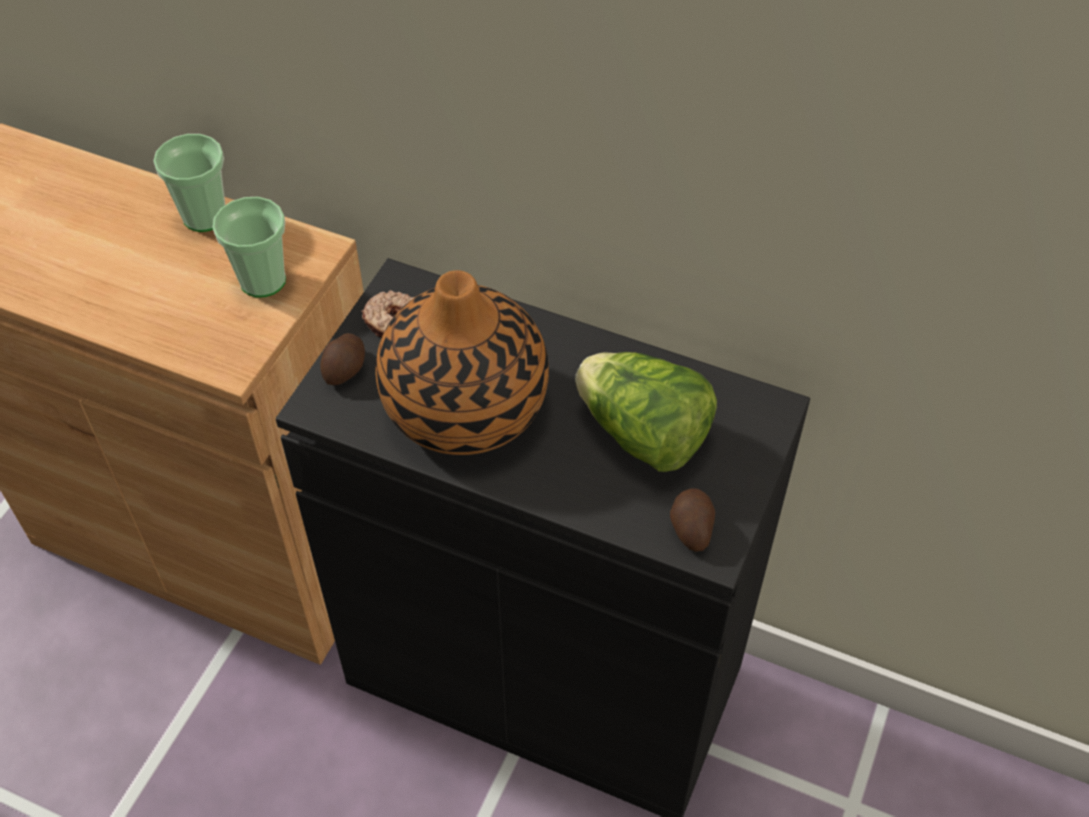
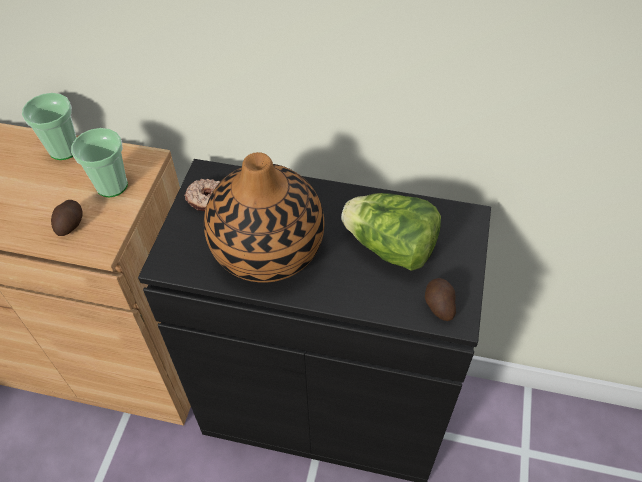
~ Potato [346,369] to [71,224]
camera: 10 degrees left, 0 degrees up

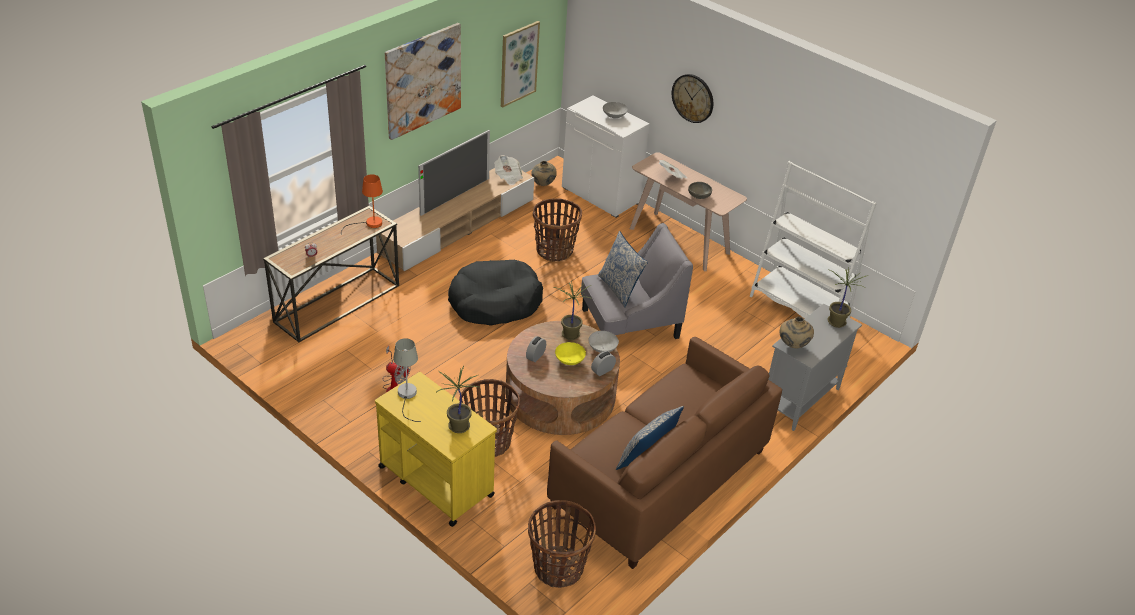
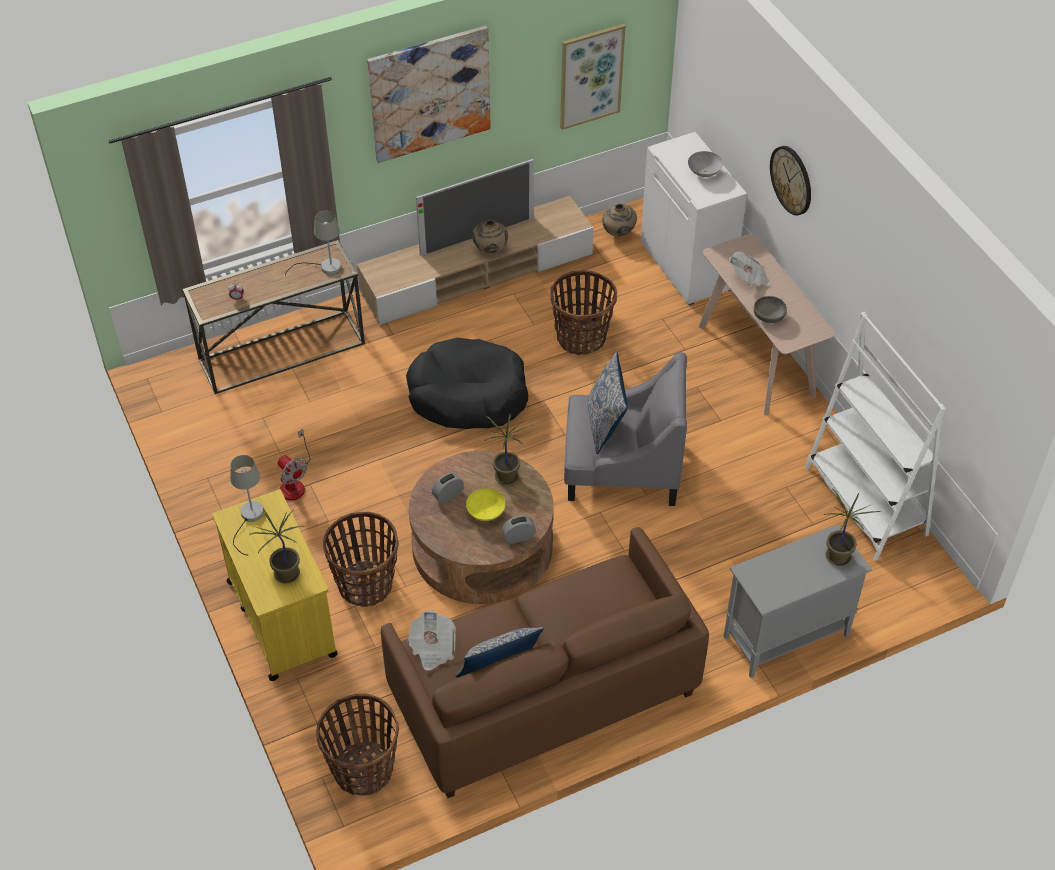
~ OrangeTableLamp [369,224] to GreyTableLamp [324,267]
~ Newspaper [508,177] to [432,648]
- GreyBowl [602,349]
~ BeigeVase [792,346] to [490,251]
camera: 25 degrees right, 10 degrees up

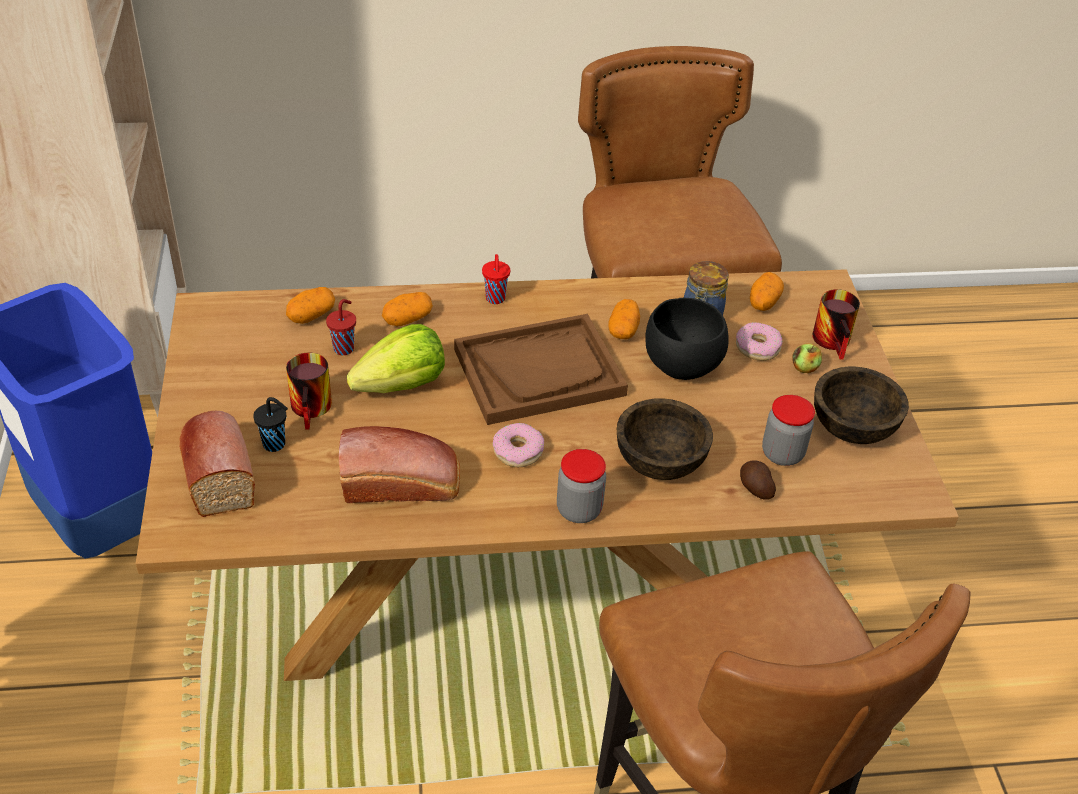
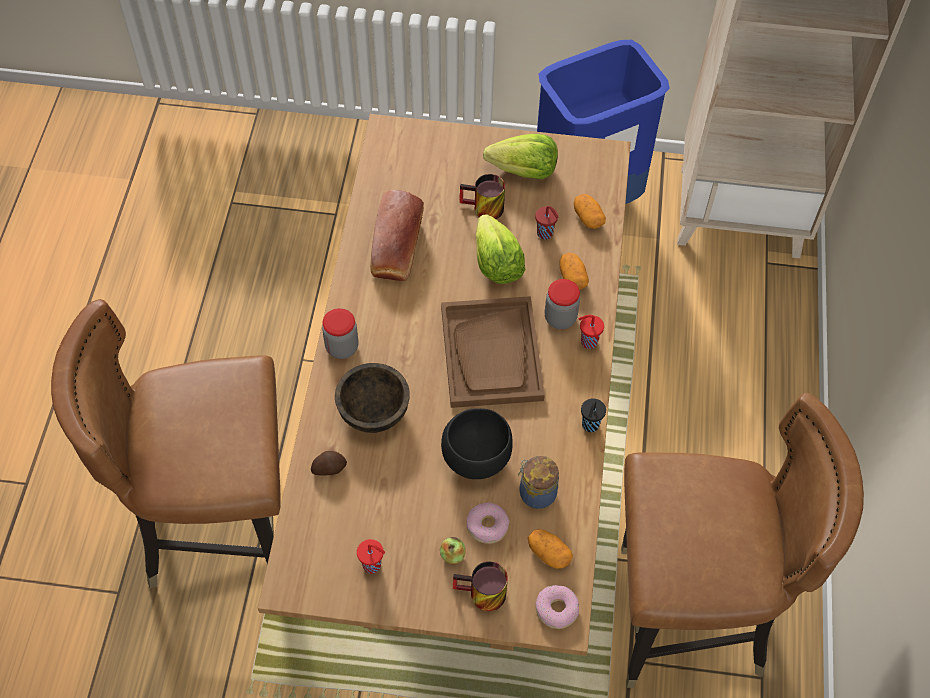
- Bread [218,473]
~ BlackCup [275,444] to [590,426]
~ Donut [518,451] to [556,609]
- Potato [623,330]
~ Jar [782,454] to [560,318]
~ BrownBowl [852,427] to RedCup [373,565]
+ Lettuce [523,171]
camera: 105 degrees right, 15 degrees up

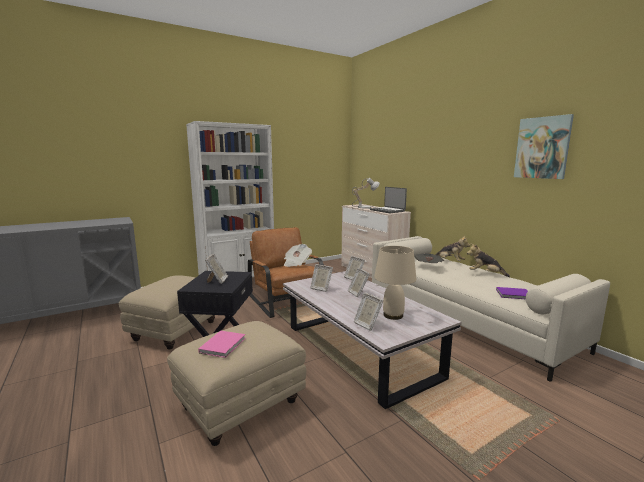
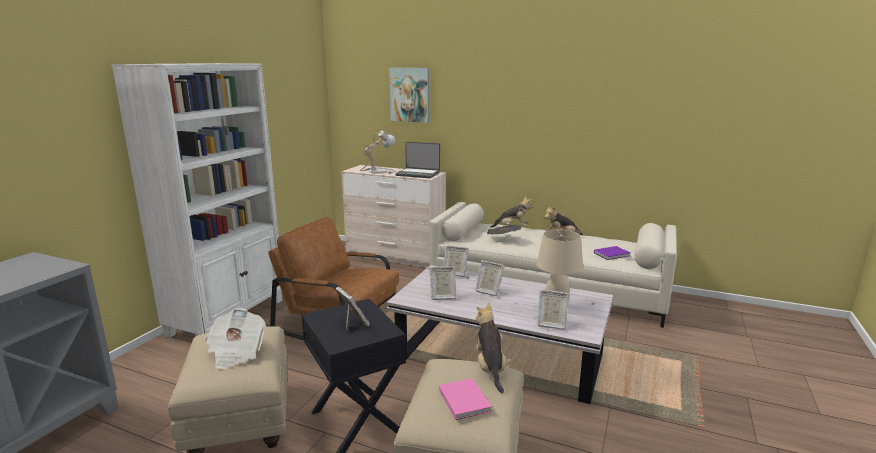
~ Newspaper [296,263] to [236,352]
~ Picture [542,148] to [410,95]
+ PlushToy [490,368]
camera: 35 degrees left, 5 degrees up

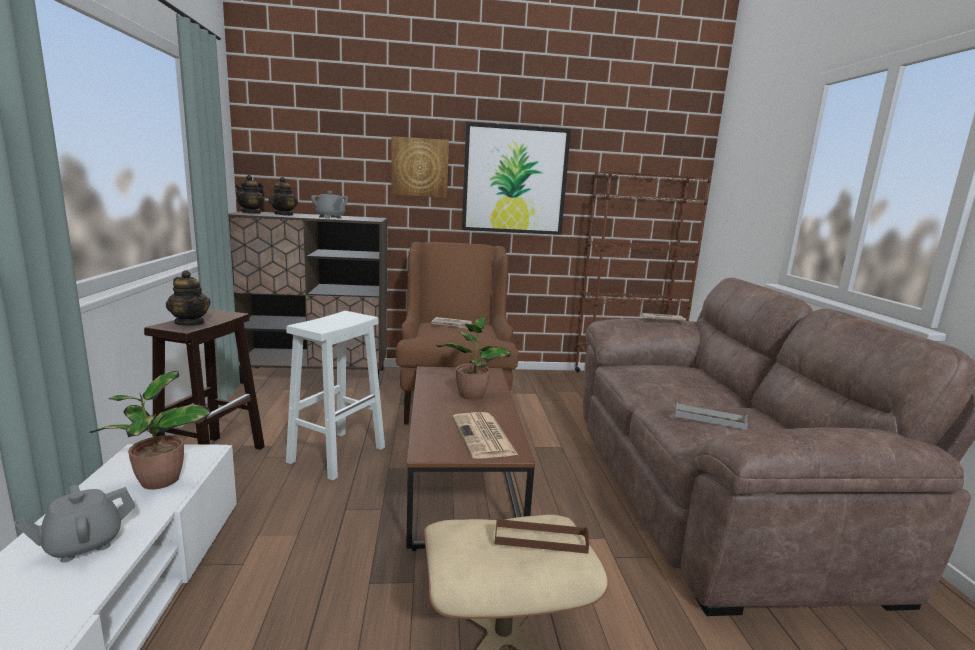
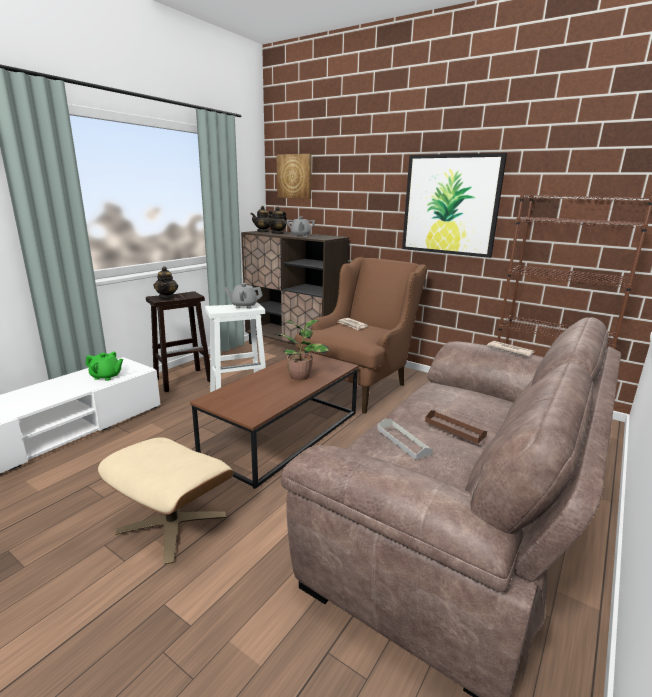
~ GreyTeapot [83,544] to [244,306]
~ PottedPlant [158,481] to GreenTeapot [106,376]
~ Picture [420,167] to [294,176]
- Newspaper [484,436]
~ BrownTray [540,539] to [454,429]
camera: 40 degrees right, 5 degrees up

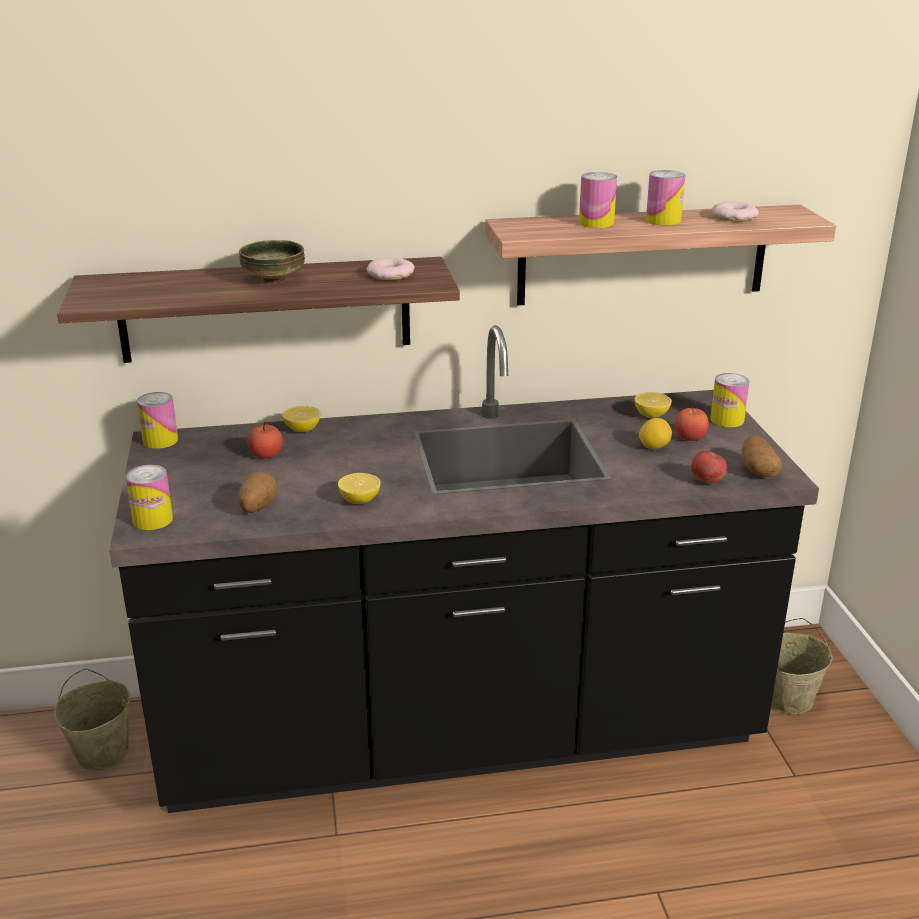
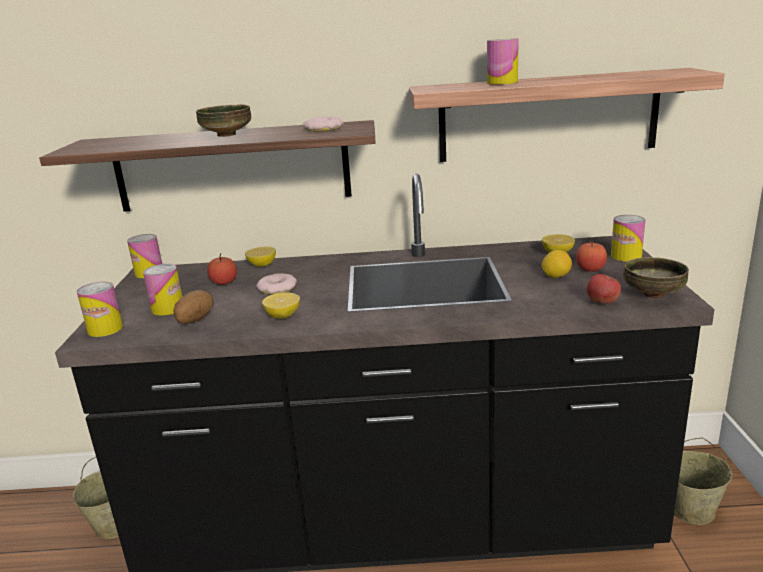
~ Can [663,220] to [168,308]
~ Donut [734,217] to [277,288]
~ Potato [757,470] to Bowl [652,294]
camera: 10 degrees right, 5 degrees down

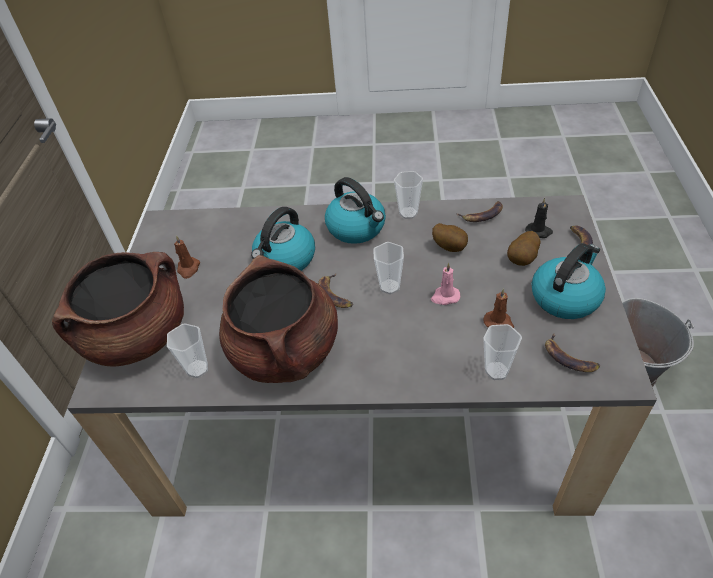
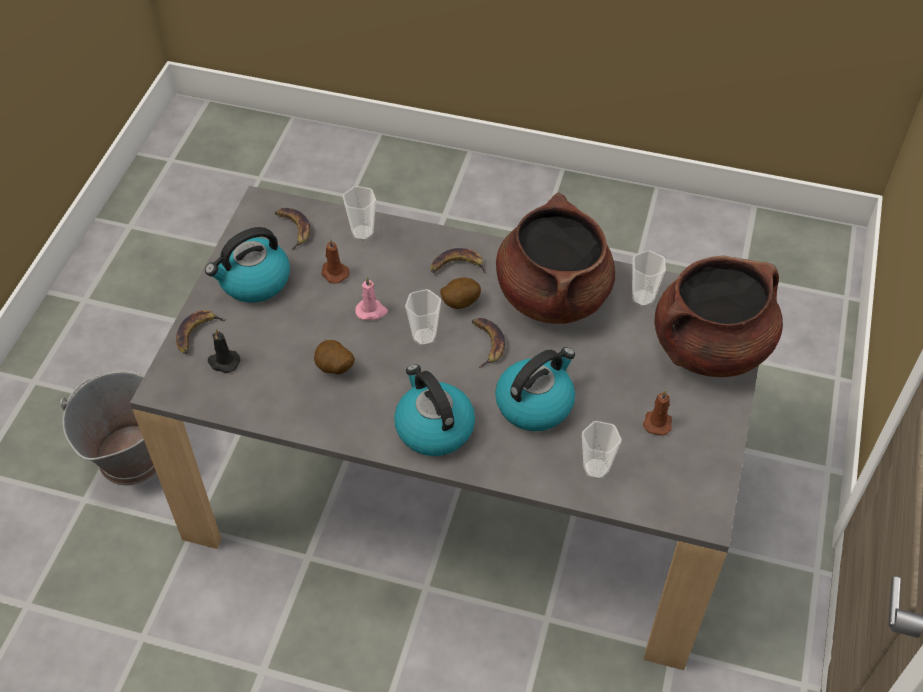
~ Cup [408,213] to [596,469]
~ Banana [482,215] to [457,266]
~ Potato [522,260] to [459,303]
camera: 170 degrees left, 5 degrees up

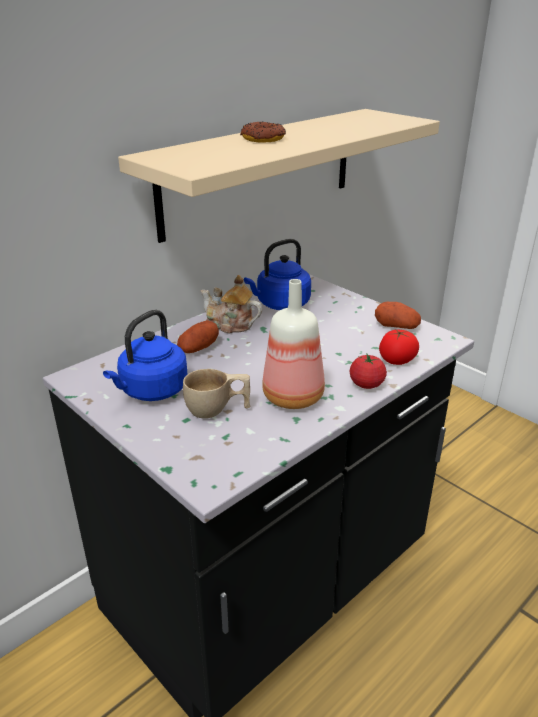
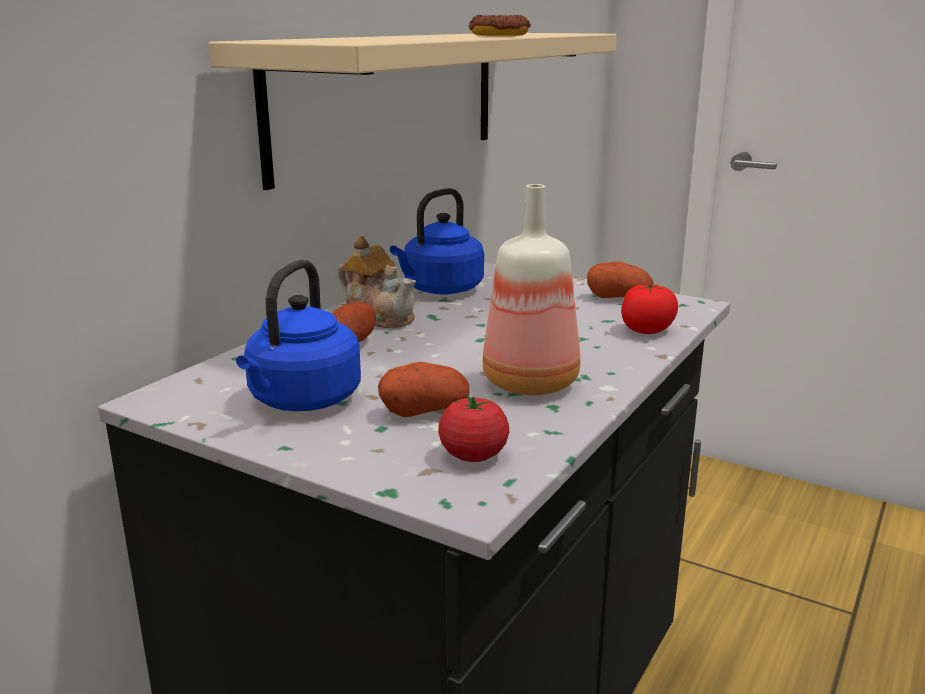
~ BeigeCup [217,410] to Potato [425,411]
~ Teapot [230,324] = [379,316] 150 degrees counterclockwise
~ Donut [263,139] to [499,35]
~ Tomato [366,384] to [473,455]
camera: 15 degrees left, 10 degrees down

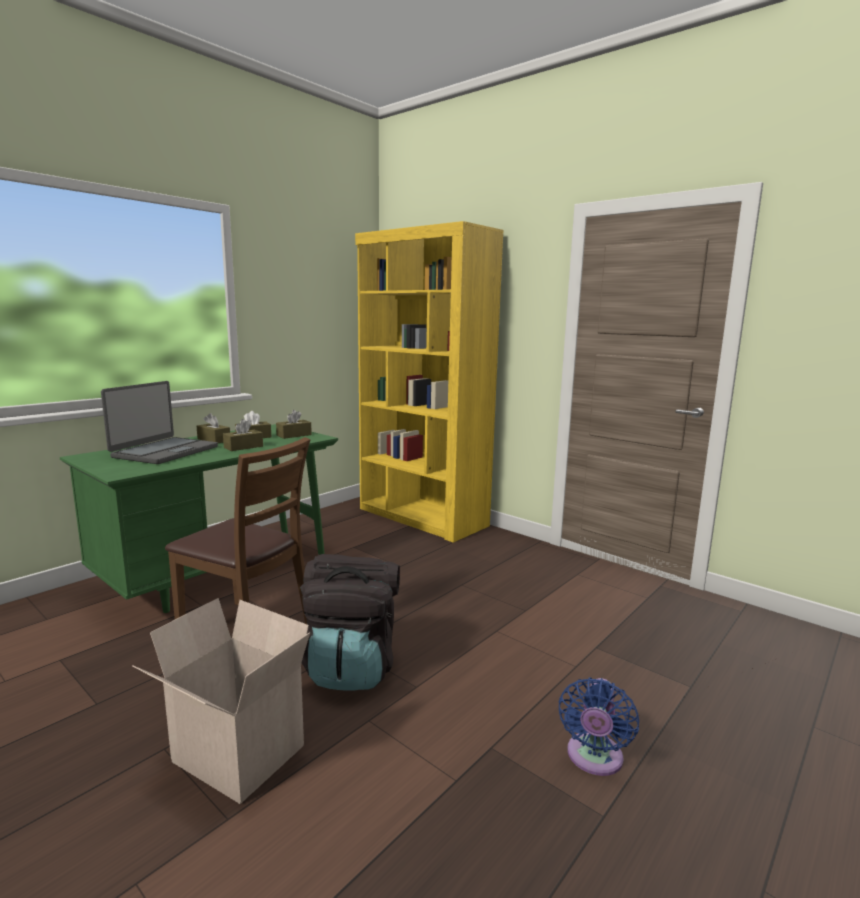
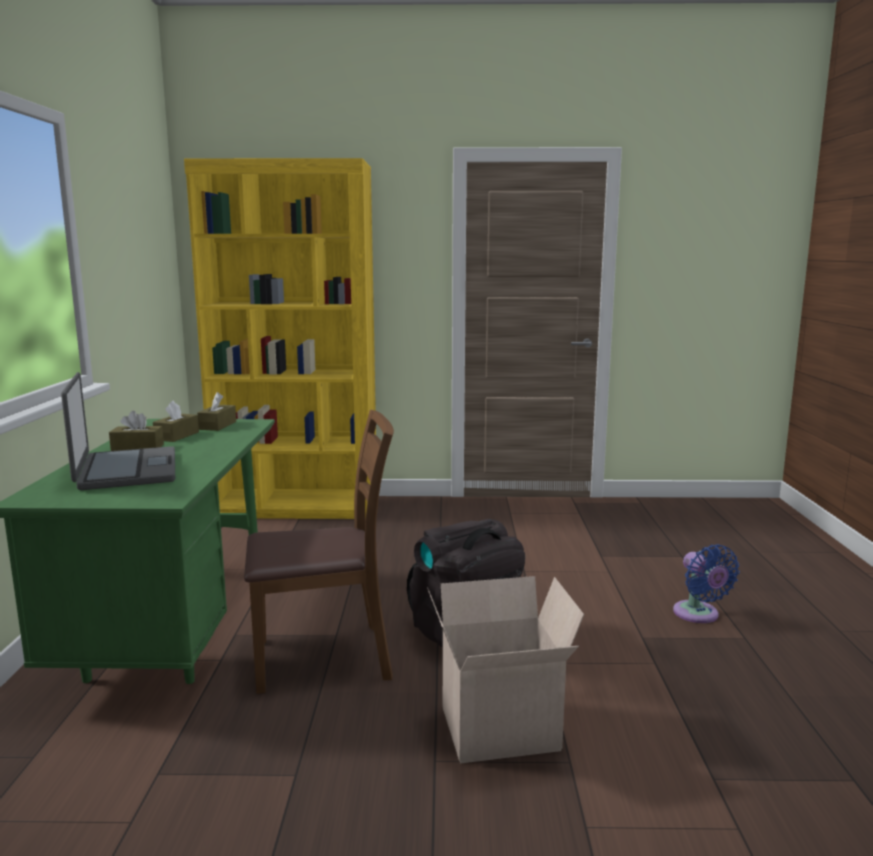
- BrownTissueBox [243,447]
camera: 40 degrees left, 0 degrees up

